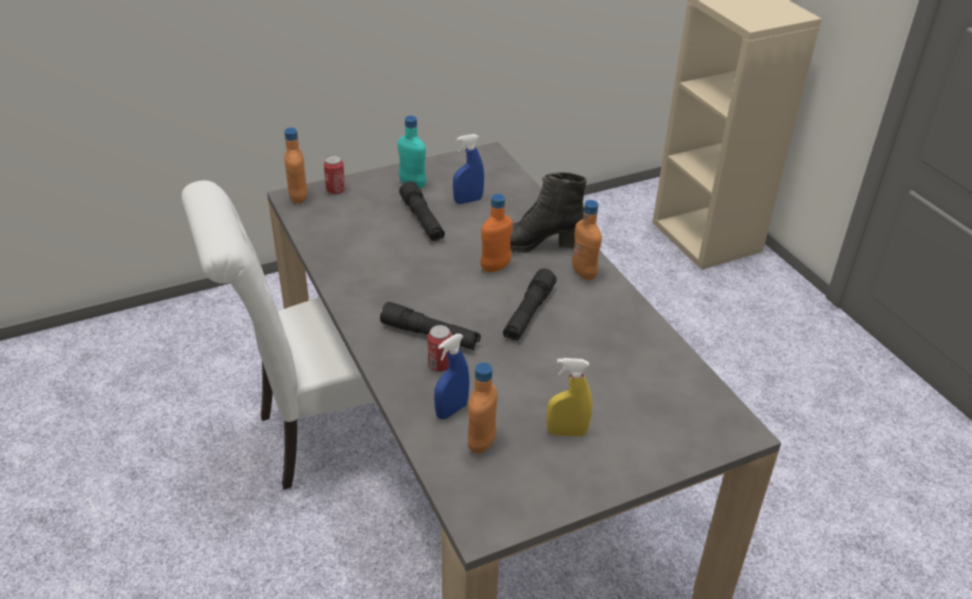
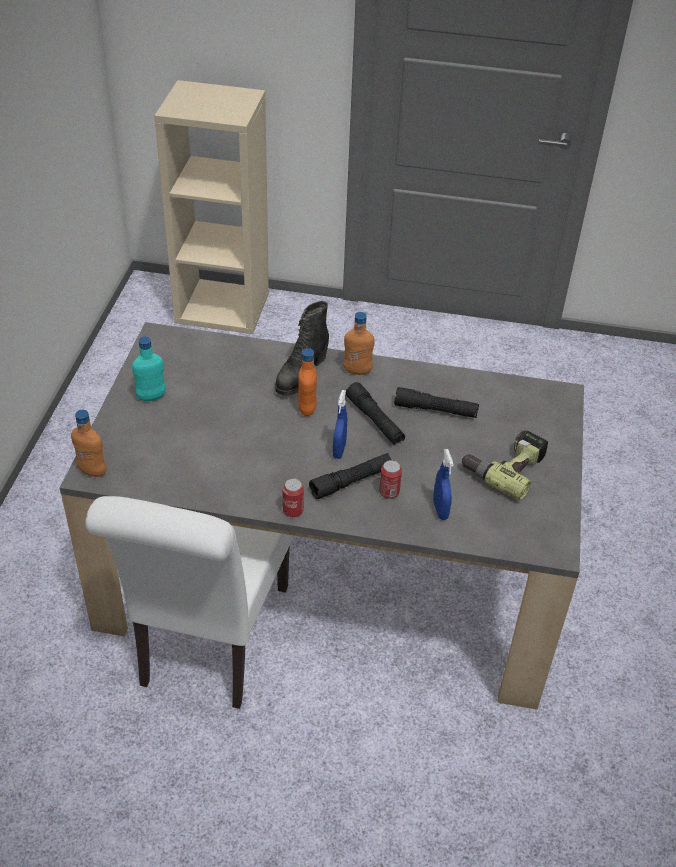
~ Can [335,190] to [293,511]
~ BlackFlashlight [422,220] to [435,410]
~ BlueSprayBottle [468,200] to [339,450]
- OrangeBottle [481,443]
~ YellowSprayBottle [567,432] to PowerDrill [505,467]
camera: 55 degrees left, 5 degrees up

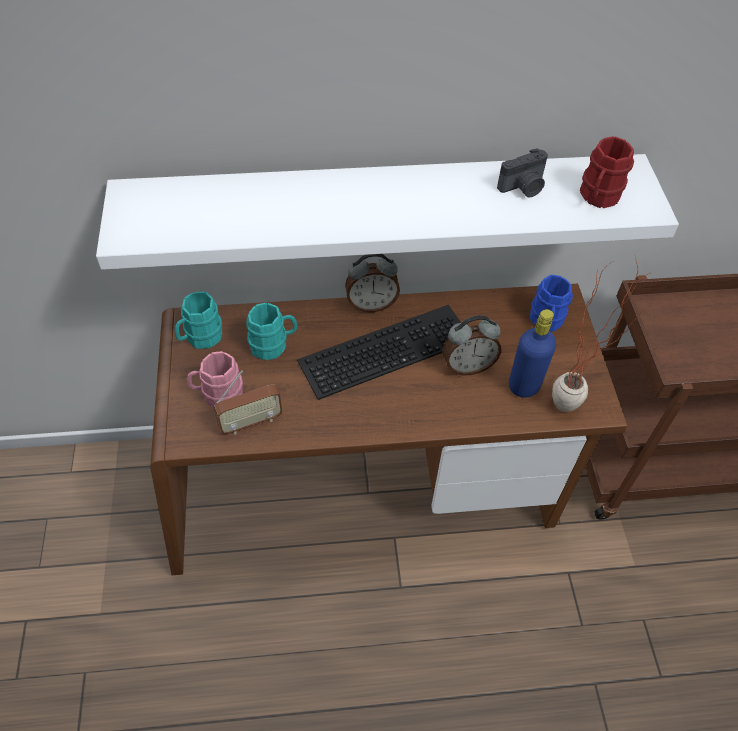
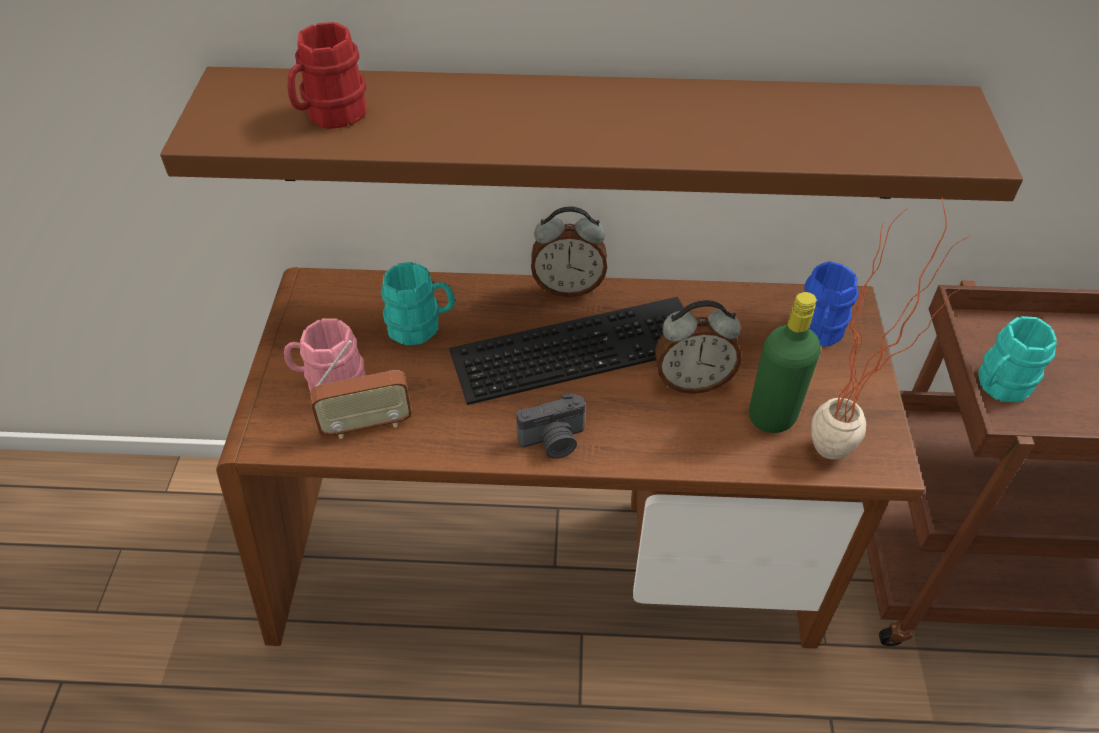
~ WhiteShelf [381,202] to BrownShelf [586,134]
~ TurquoiseMug [200,337] to [999,386]
~ PhotoCamera [523,187] to [554,441]
~ BlueBottle [524,386] to GreenBottle [772,417]
~ RedMug [597,197] to [330,115]
camera: 10 degrees right, 5 degrees down

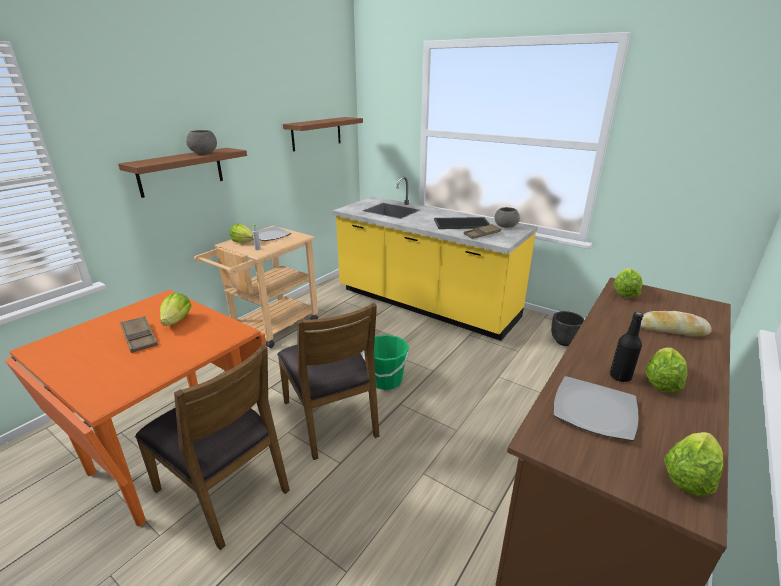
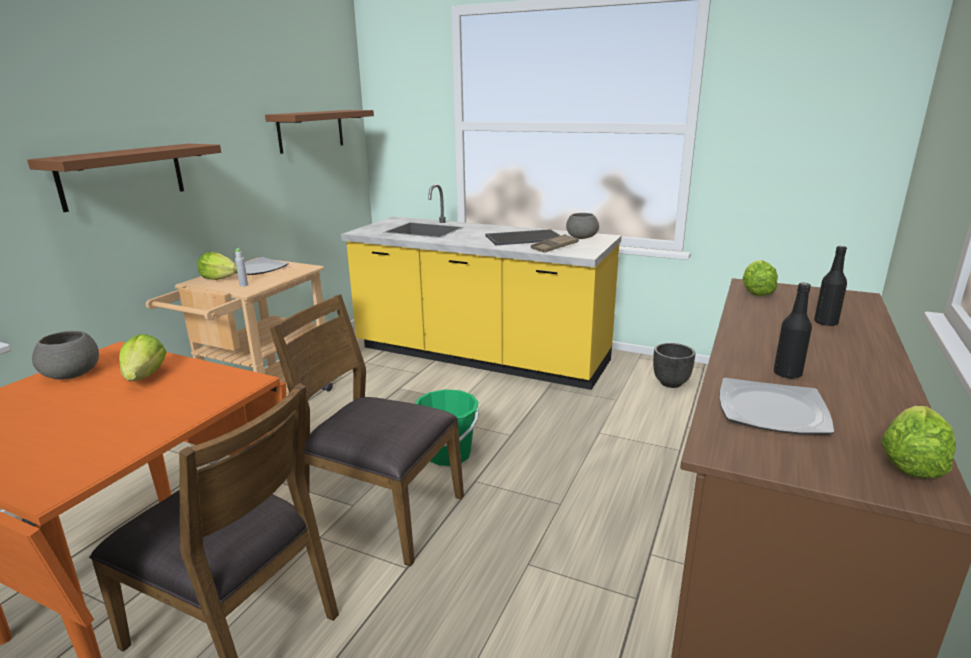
- BrownTray [139,337]
~ GreyBowl [204,153] to [72,374]
~ BrownChair [331,418] = [381,511] 150 degrees clockwise
~ Bread [671,329] to BlackBottle [825,323]
- Lettuce [661,382]
camera: 10 degrees left, 5 degrees down

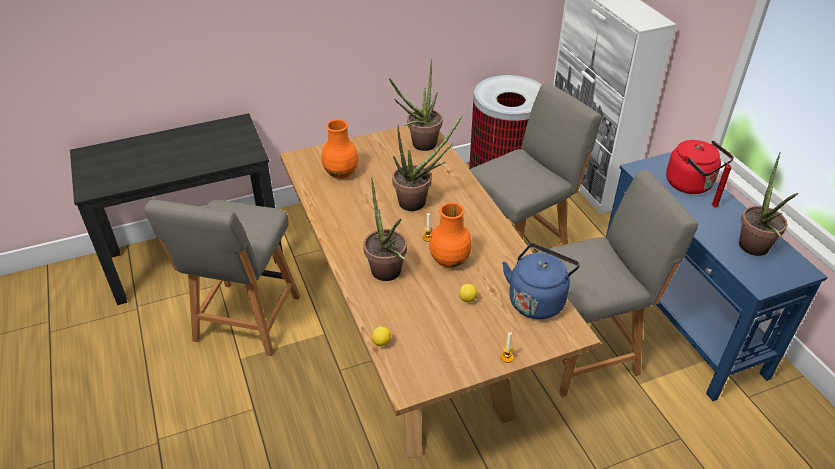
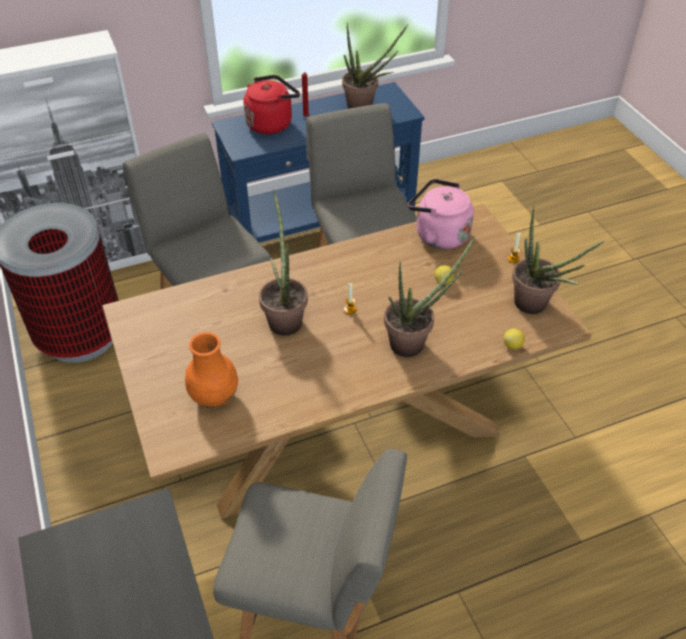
~ PottedPlant [420,146] to [536,307]
- OrangeVase [449,260]
~ BlueKettle [537,300] to PinkKettle [438,235]
camera: 90 degrees left, 5 degrees up

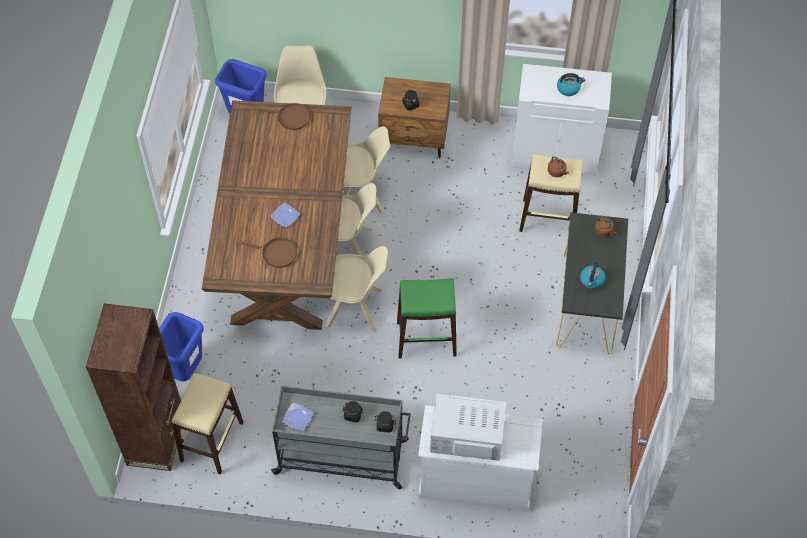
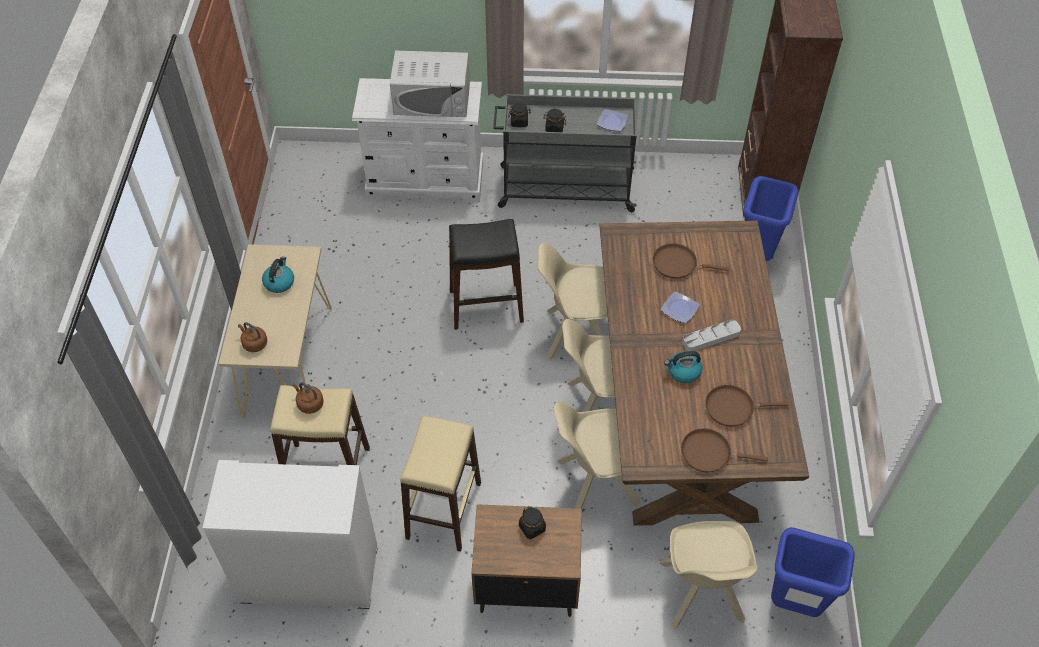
~ BeigeStool [212,442] to [443,510]
~ GreenStool [426,339] to BlackStool [486,306]
~ BlackConsoleTable [587,304] to BeigeConsoleTable [288,360]
~ Kettle [568,88] to [683,372]
+ GreyTray [711,338]
+ BrownFryingPan [733,407]
camera: 175 degrees right, 5 degrees down

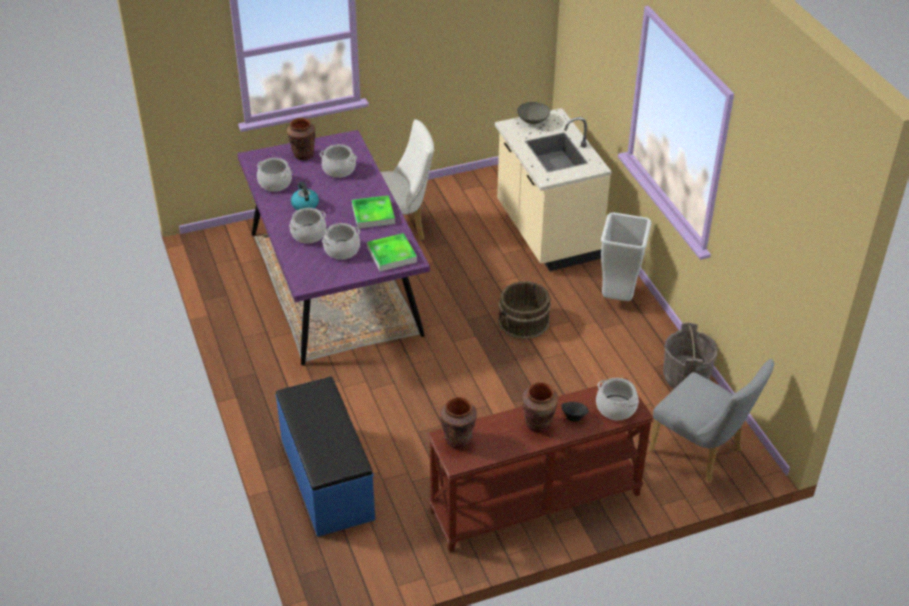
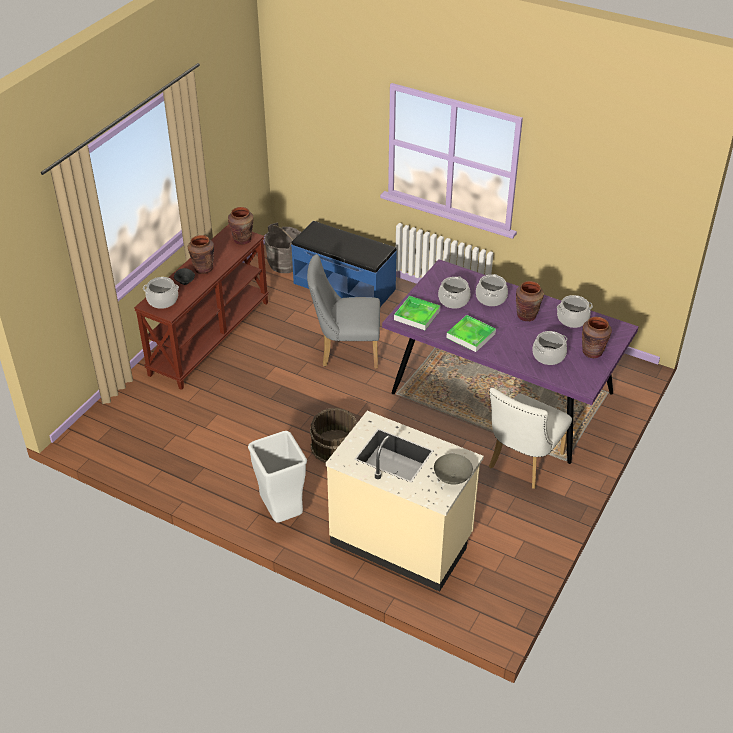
~ Kettle [304,205] to BrownVase [526,316]
~ GreyChair [701,453] to [345,351]
~ GreyBucket [686,377] to [285,263]
camera: 140 degrees right, 0 degrees up

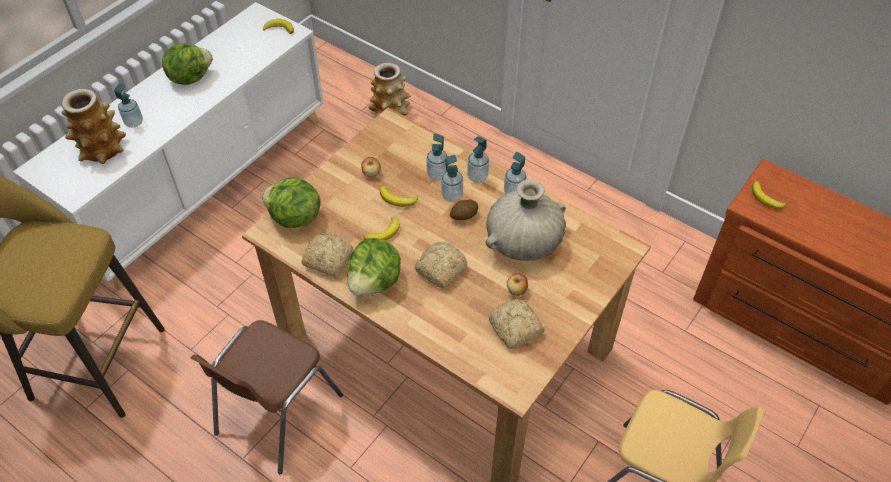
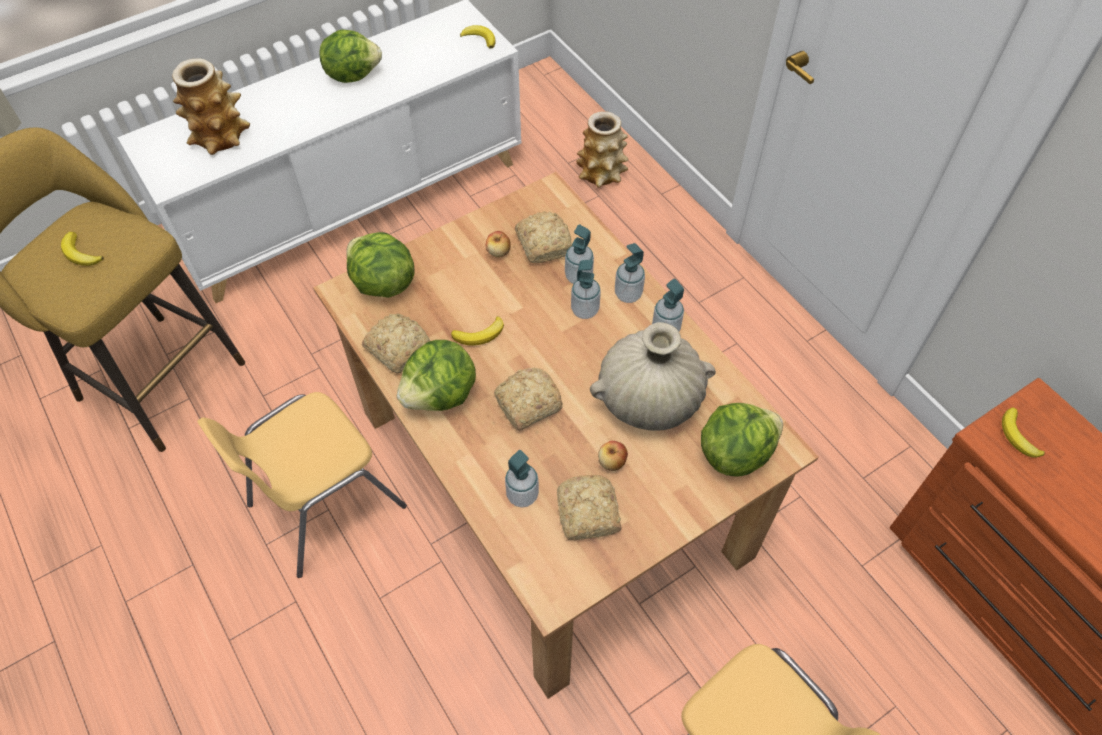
~ SoapDispenser [134,122] to [522,495]
~ BrownChair [277,414] to YellowChair [324,505]
~ Banana [397,199] to [80,253]
- Potato [464,216]
+ Bread [544,243]
+ Lettuce [734,452]
camera: 20 degrees right, 5 degrees up

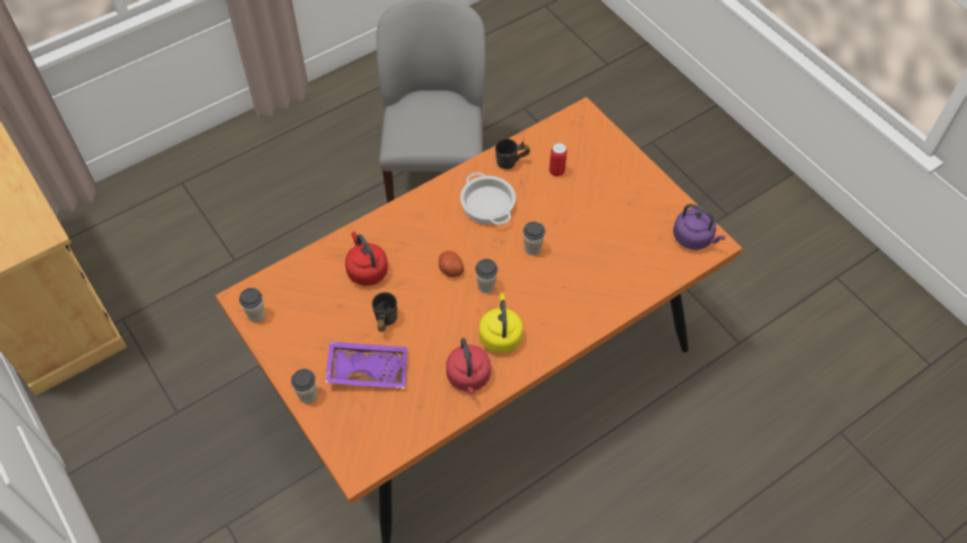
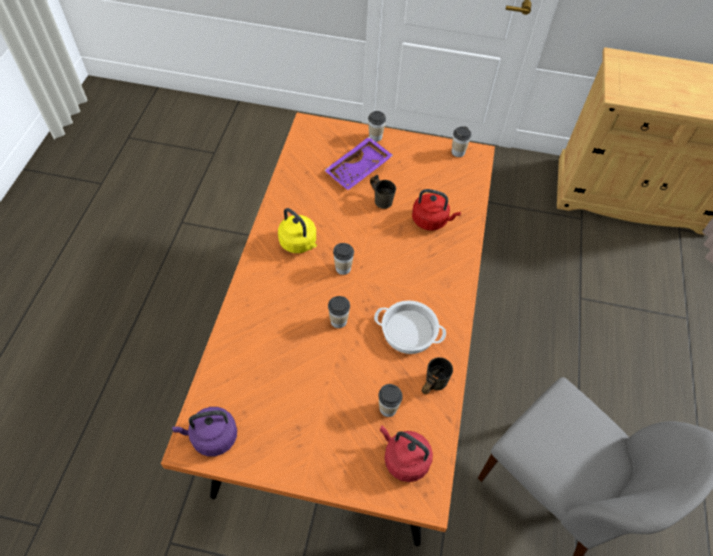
- Potato [450,268]
~ RedKettle [469,378] to [404,459]
~ Can [556,171] to Cup [388,408]
camera: 135 degrees right, 0 degrees up

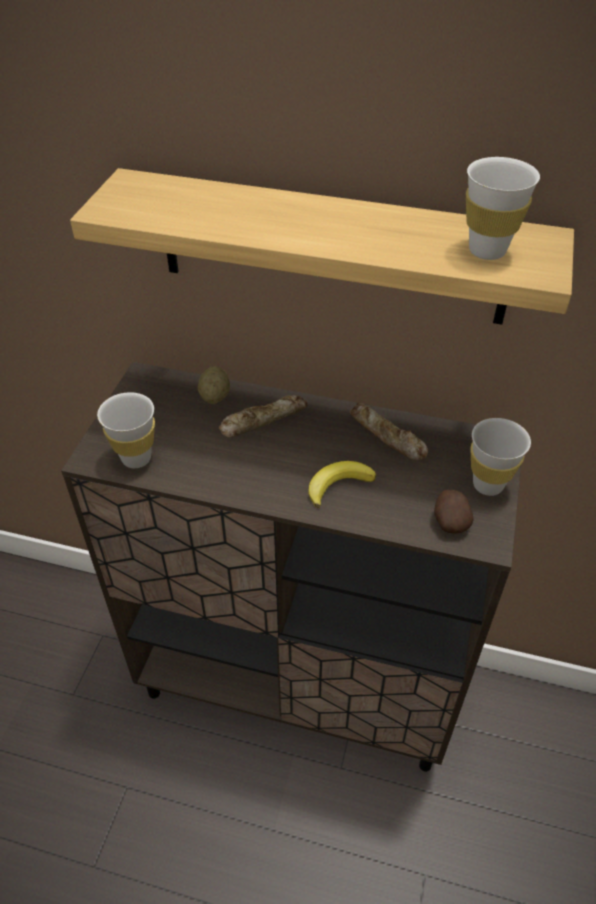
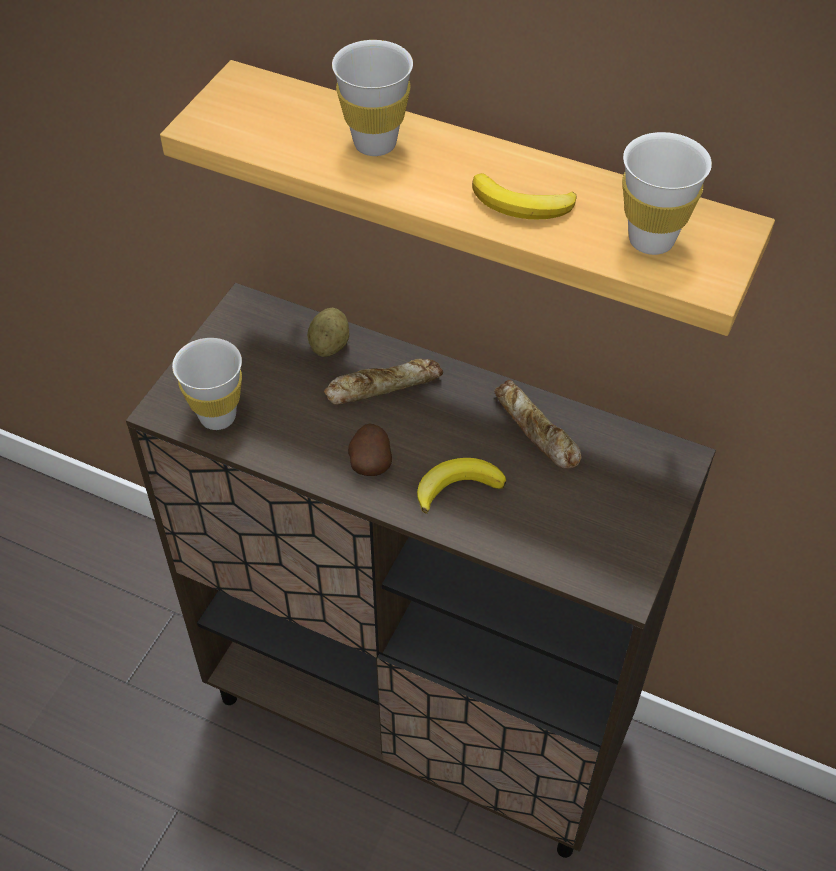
~ Potato [449,521] to [370,461]
~ WhiteCup [488,485] to [375,144]
+ Banana [522,205]
camera: 10 degrees right, 5 degrees up

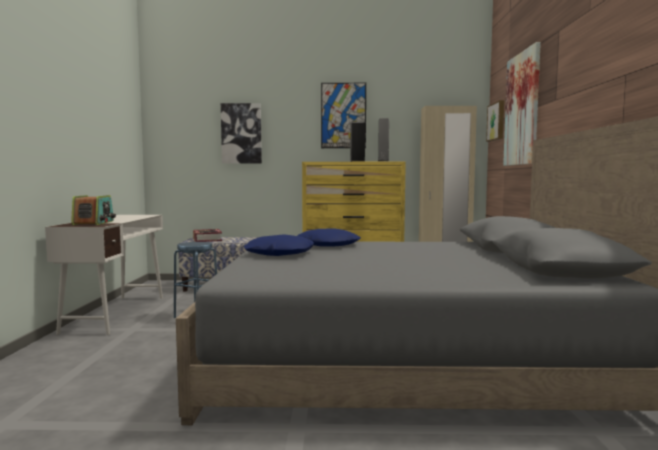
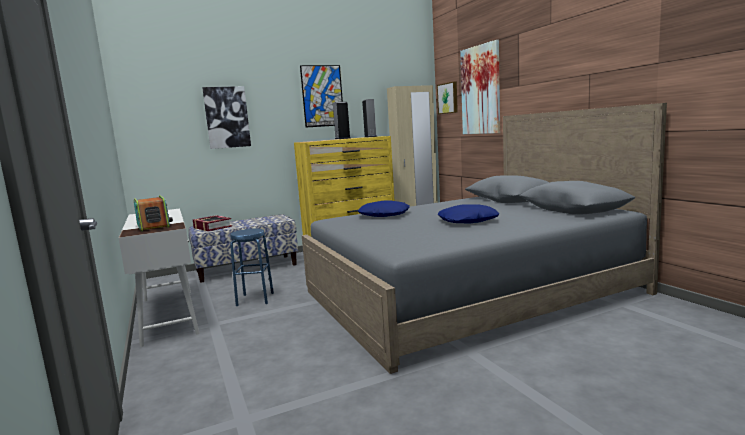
~ BluePillow [279,253] to [468,221]
camera: 25 degrees left, 5 degrees up

